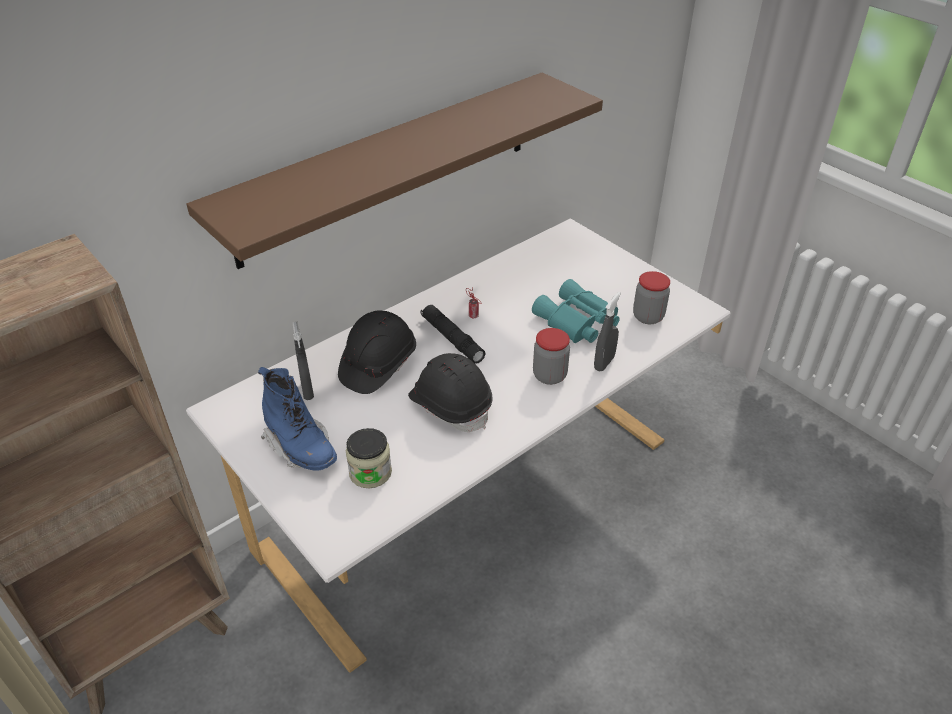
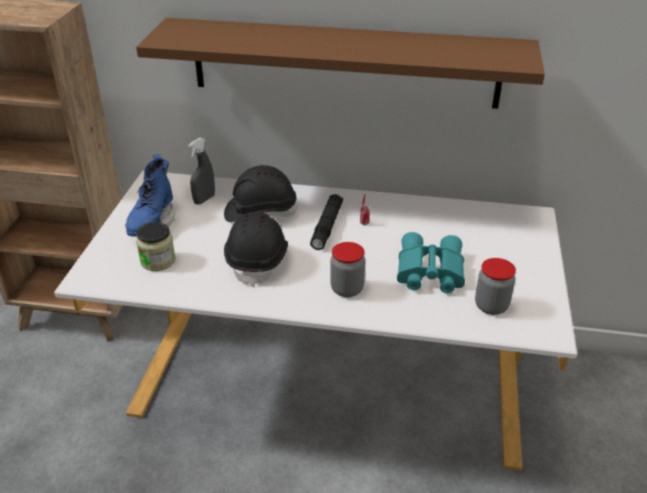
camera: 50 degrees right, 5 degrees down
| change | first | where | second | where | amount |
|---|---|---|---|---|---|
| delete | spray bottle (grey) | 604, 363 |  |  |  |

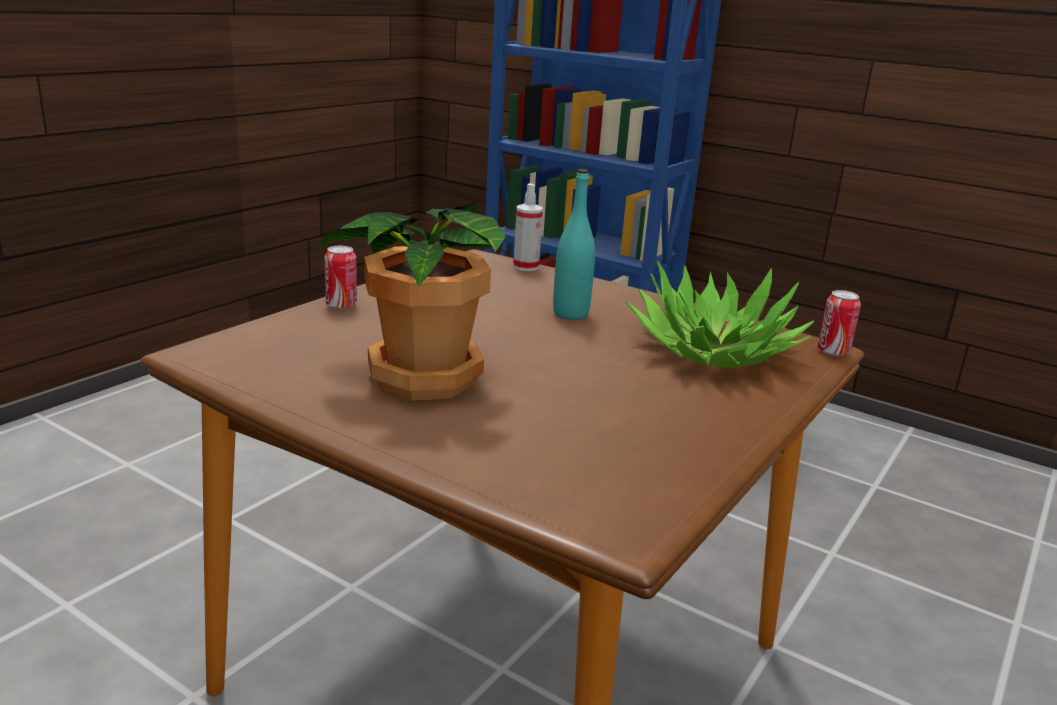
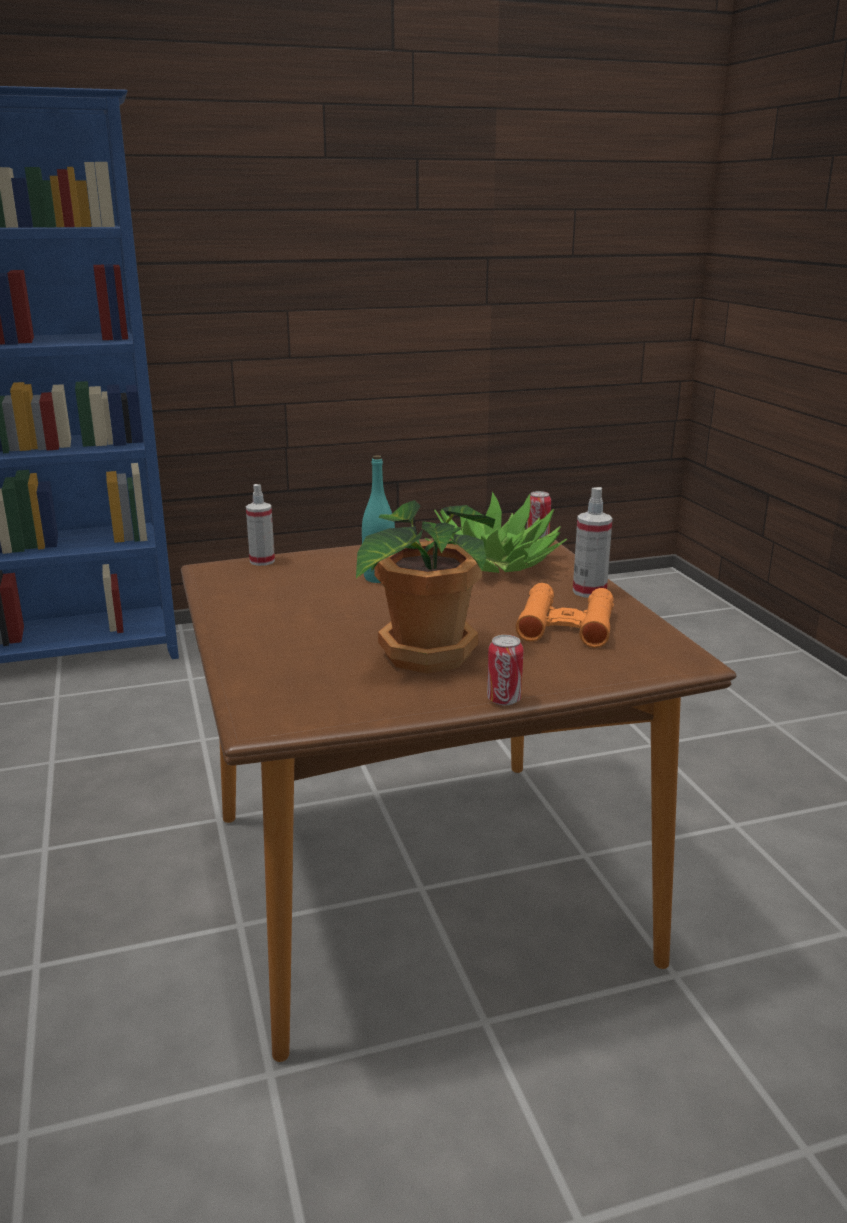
camera: 50 degrees left, 0 degrees up
| change | first | where | second | where | amount |
|---|---|---|---|---|---|
| insert |  |  | binoculars (orange) | 566, 625 |  |
| insert |  |  | spray bottle | 589, 591 |  |
| move | can | 341, 305 |  | 504, 700 |  |

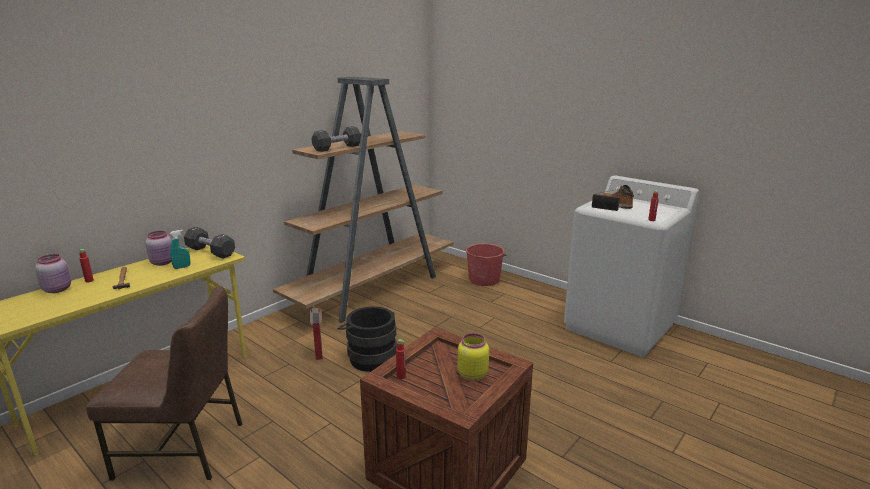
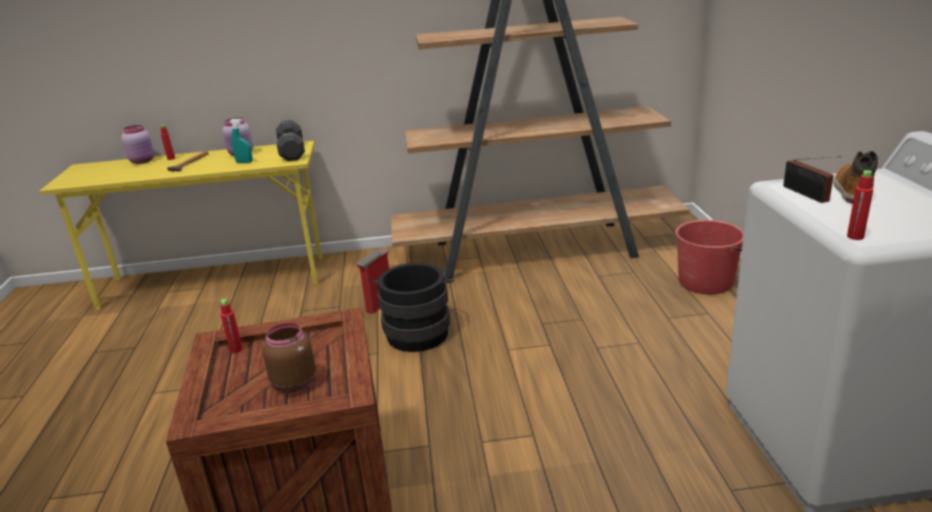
camera: 45 degrees right, 5 degrees up
| change | first | where | second | where | amount |
|---|---|---|---|---|---|
| delete | chair (brown) | 183, 449 |  |  |  |
| delete | dumbbell (black) | 337, 148 |  |  |  |
| recolor | jar (yellow) | 471, 375 | jar (brown) | 294, 383 |  |

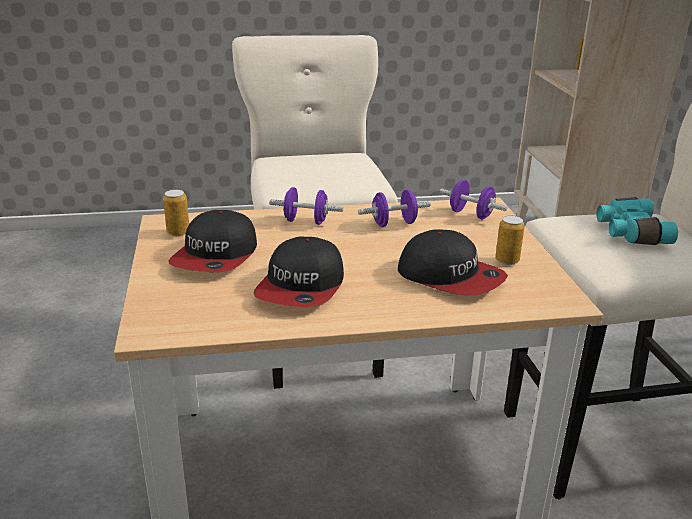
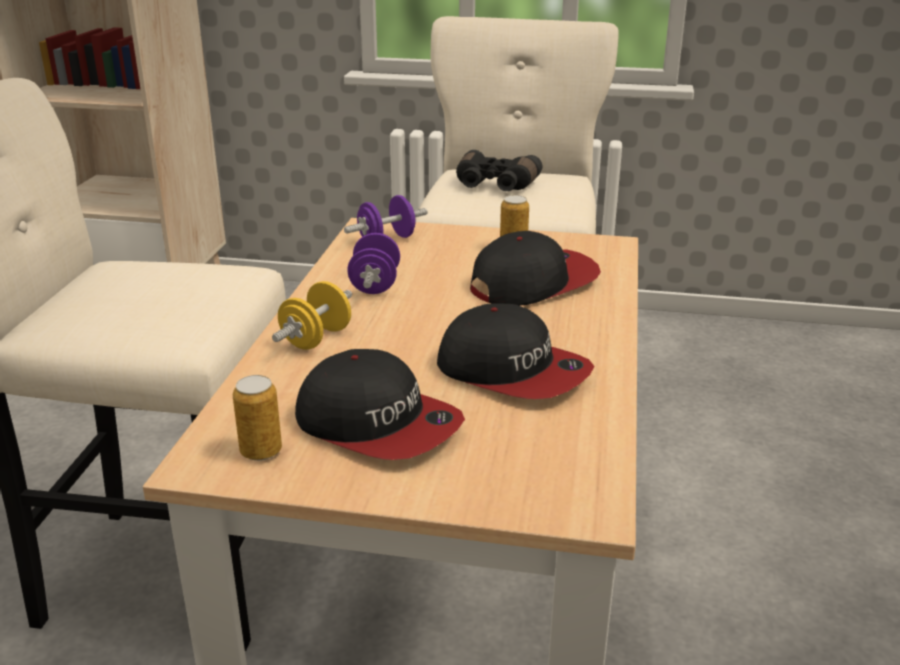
camera: 70 degrees left, 0 degrees up
| change | first | where | second | where | amount |
|---|---|---|---|---|---|
| recolor | dumbbell (purple) | 306, 221 | dumbbell (yellow) | 316, 339 |  |
| recolor | binoculars (turquoise) | 629, 232 | binoculars (black) | 494, 185 |  |

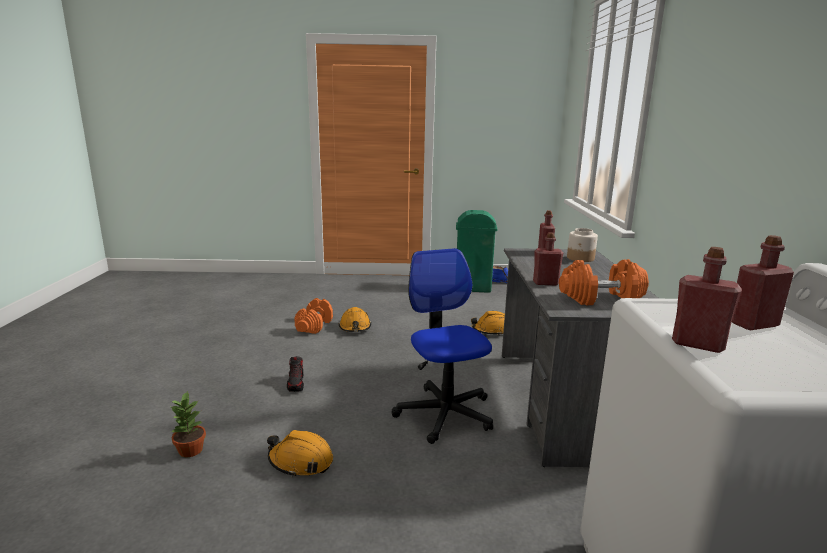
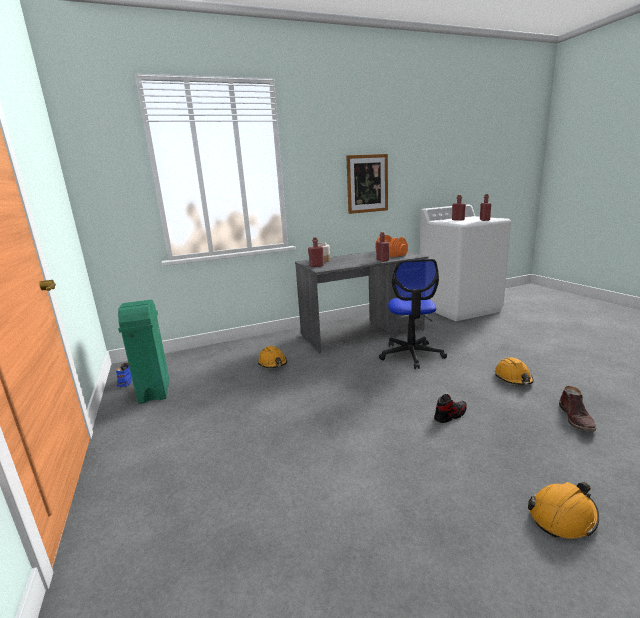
camera: 110 degrees left, 0 degrees up
| change | first | where | second | where | amount |
|---|---|---|---|---|---|
| delete | dumbbell (orange) | 314, 326 |  |  |  |
| insert |  |  | picture | 367, 183 |  |
| move | hard hat (orange) | 355, 327 |  | 563, 516 |  |
| replace | potted plant | 190, 450 | boot (brown) | 576, 419 |  |
| rotate | office chair | 445, 414 |  | 411, 355 | 45 degrees counterclockwise |

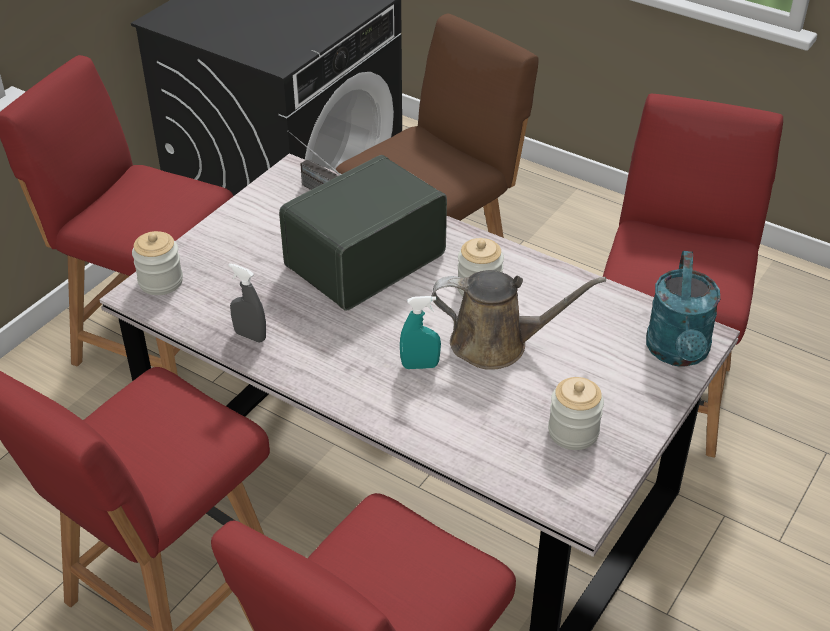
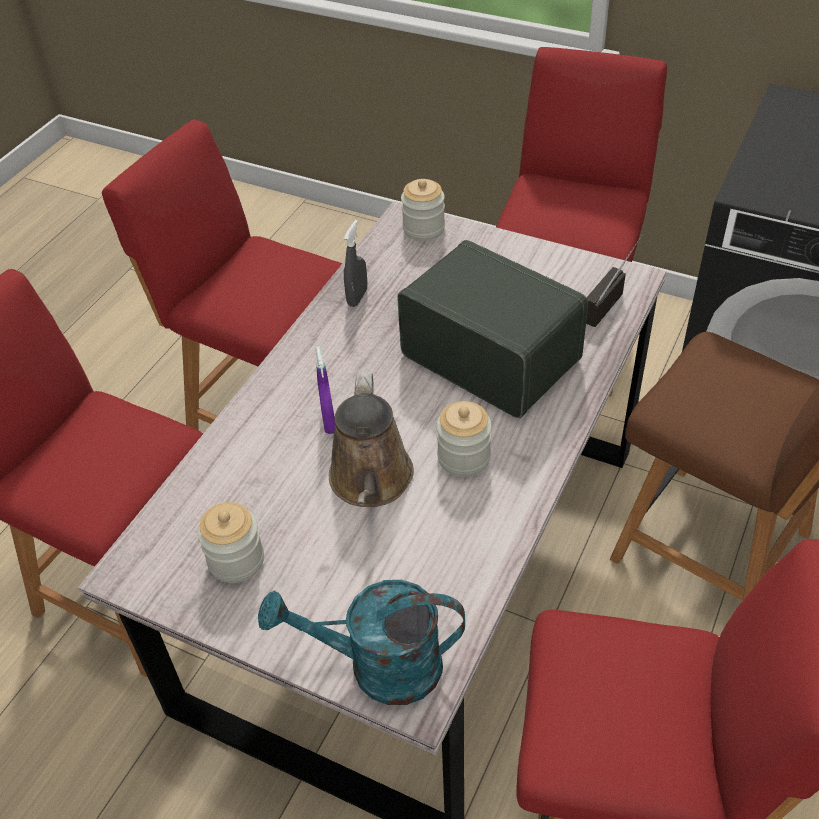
camera: 85 degrees right, 5 degrees up
| change | first | where | second | where | amount |
|---|---|---|---|---|---|
| recolor | spray bottle (turquoise) | 420, 366 | spray bottle (purple) | 329, 422 |  |

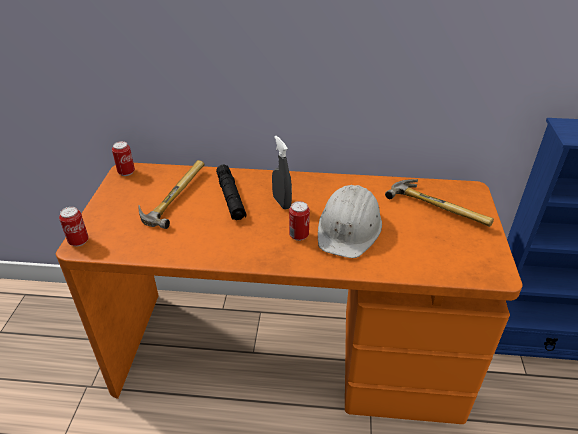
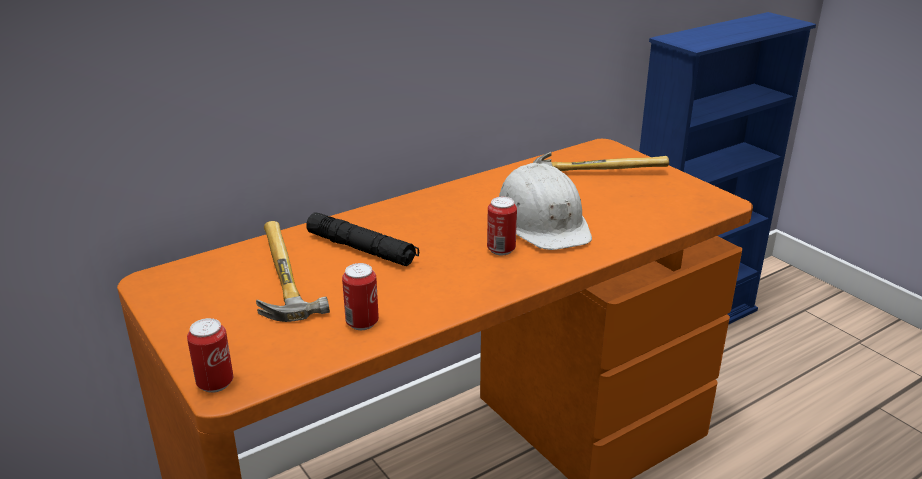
camera: 40 degrees left, 10 degrees down
| change | first | where | second | where | amount |
|---|---|---|---|---|---|
| delete | spray bottle (grey) | 281, 202 |  |  |  |
| move | can | 126, 172 |  | 362, 323 |  |

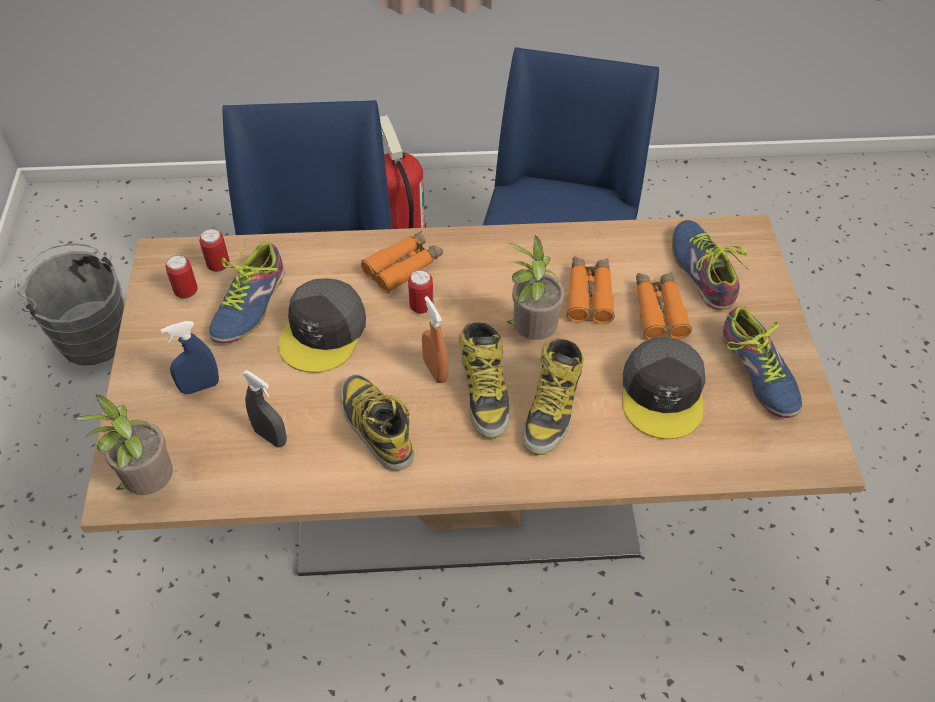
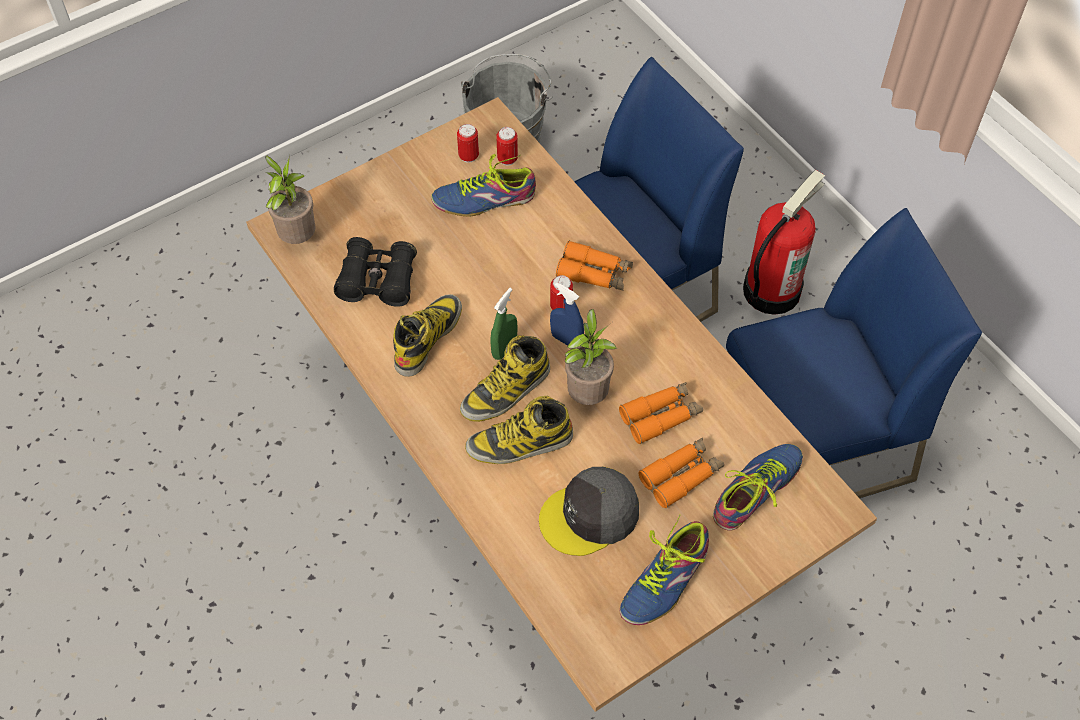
camera: 60 degrees right, 5 degrees up
| change | first | where | second | where | amount |
|---|---|---|---|---|---|
| delete | cap (grey) | 323, 332 |  |  |  |
| move | spray bottle (blue) | 200, 386 |  | 566, 340 |  |
| replace | spray bottle (grey) | 270, 436 | binoculars (black) | 378, 281 |  |
| recolor | spray bottle (orange) | 435, 370 | spray bottle (green) | 504, 348 |  |

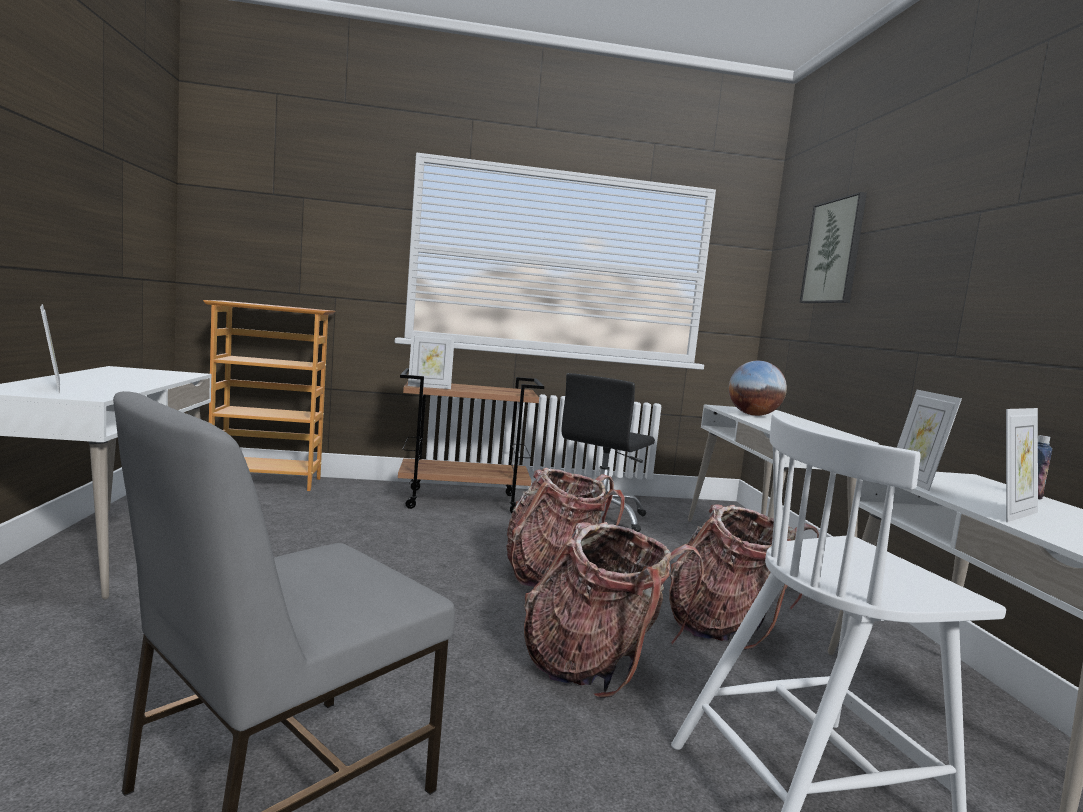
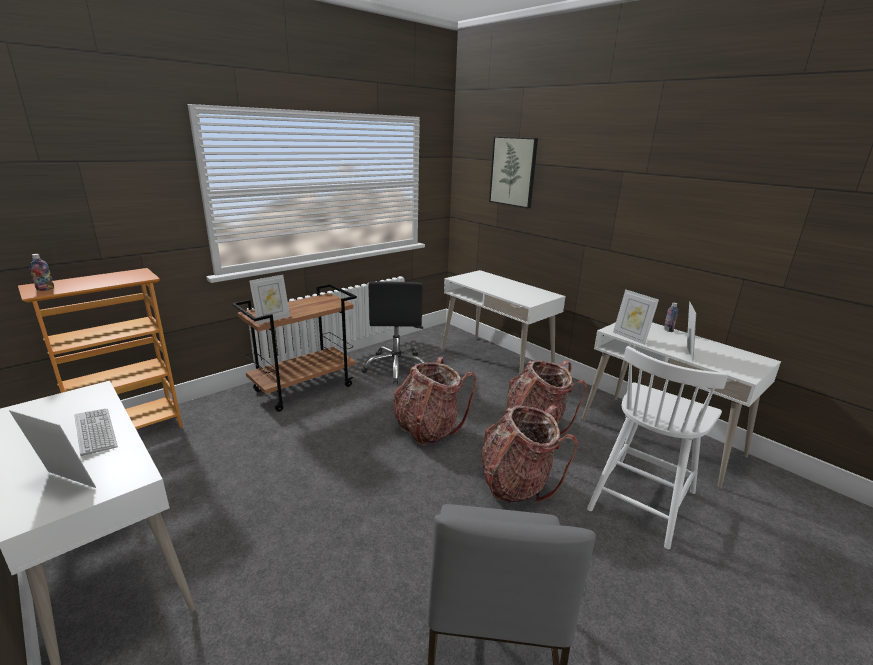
camera: 35 degrees left, 15 degrees up
| change | first | where | second | where | amount |
|---|---|---|---|---|---|
| delete | globe | 753, 415 |  |  |  |
| insert |  |  | bottle | 45, 289 |  |
| insert |  |  | keyboard | 95, 432 |  |

